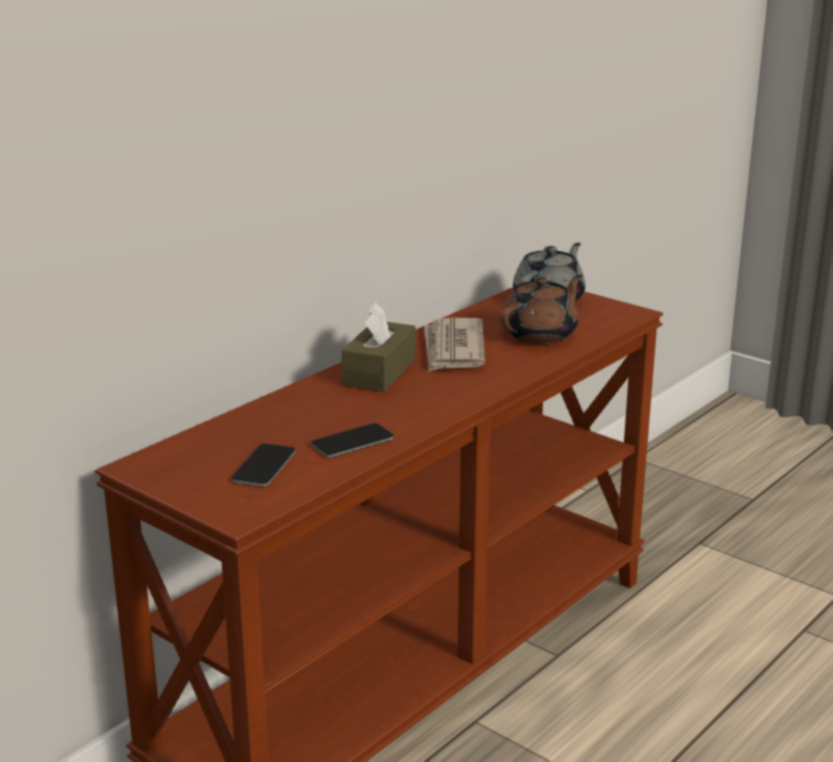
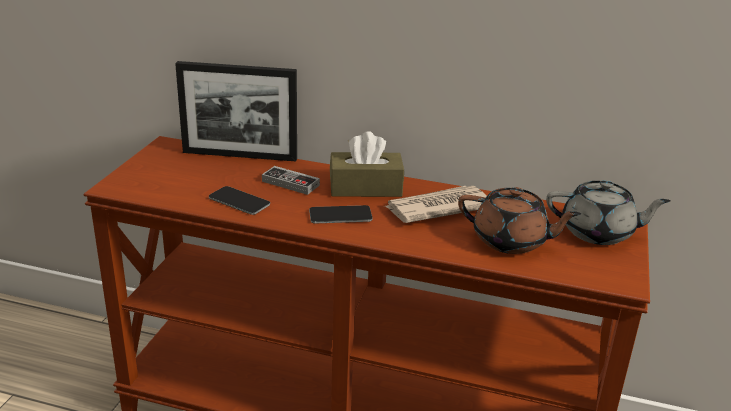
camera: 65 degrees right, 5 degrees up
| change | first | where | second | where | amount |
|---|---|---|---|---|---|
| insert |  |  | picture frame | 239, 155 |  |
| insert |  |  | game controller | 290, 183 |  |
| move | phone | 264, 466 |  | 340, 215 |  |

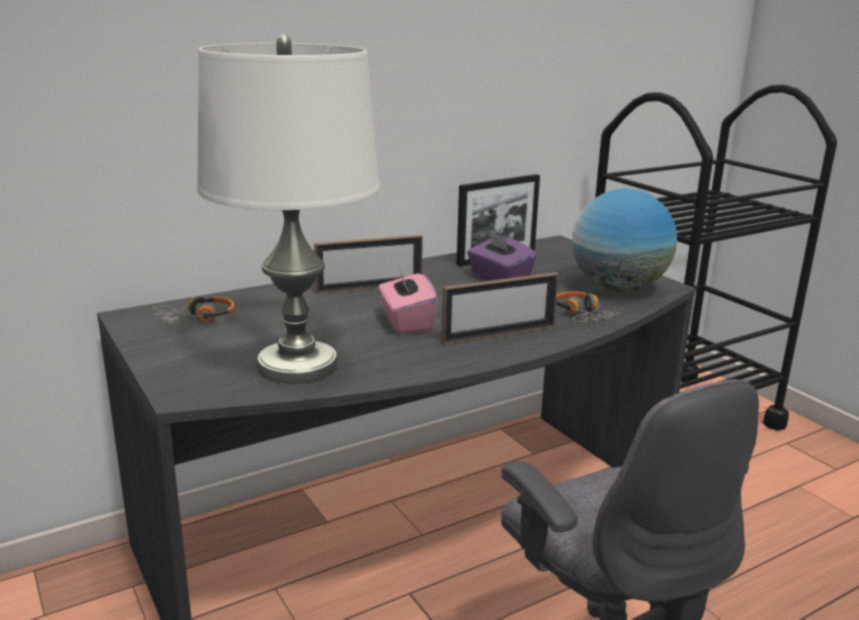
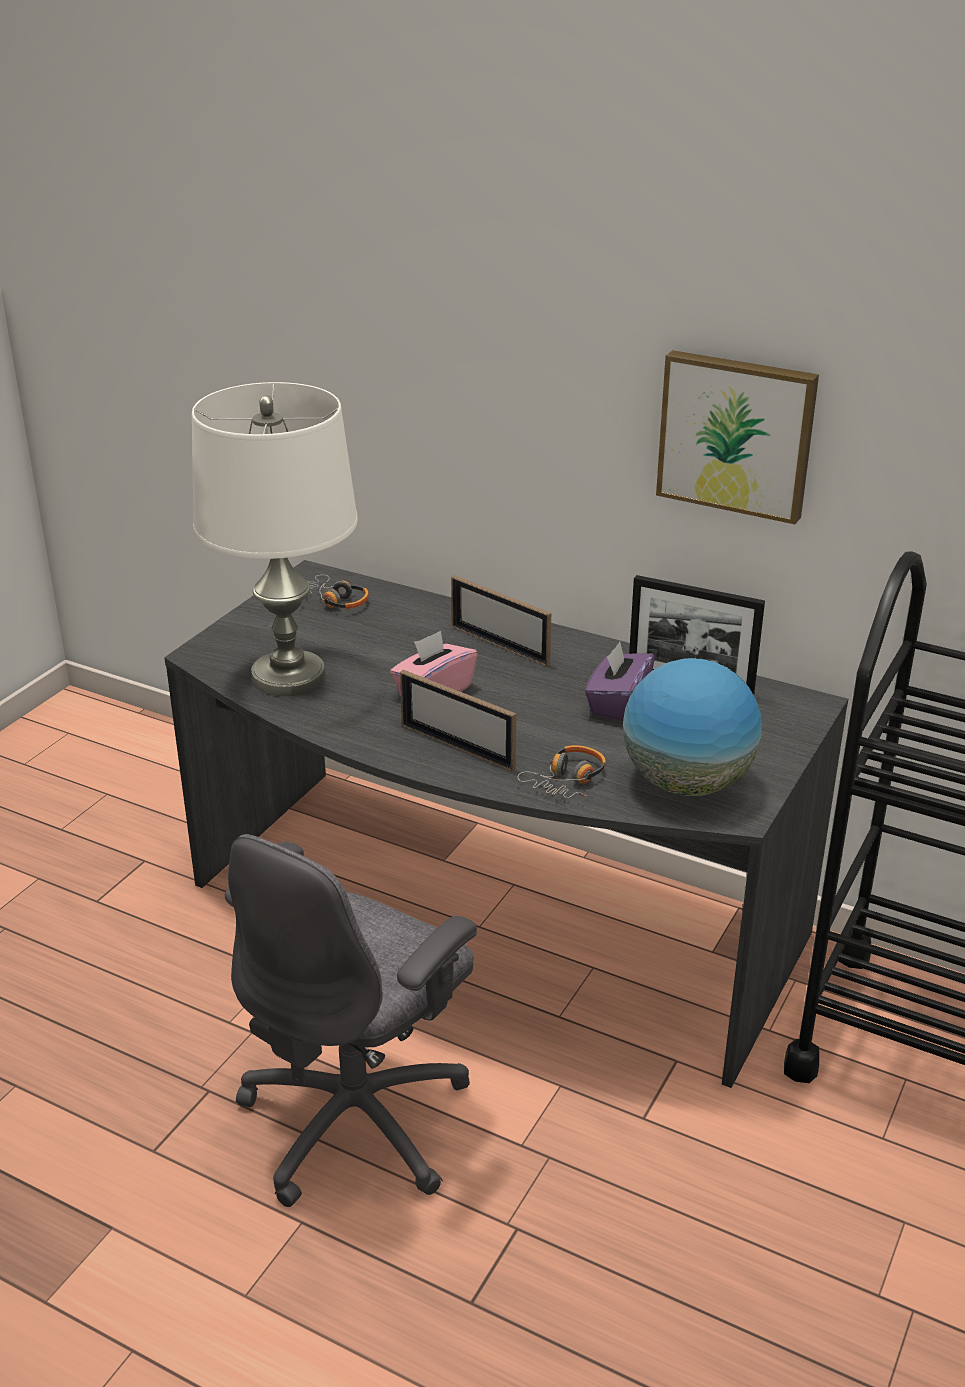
camera: 60 degrees right, 10 degrees up
| change | first | where | second | where | amount |
|---|---|---|---|---|---|
| insert |  |  | picture | 737, 434 |  |

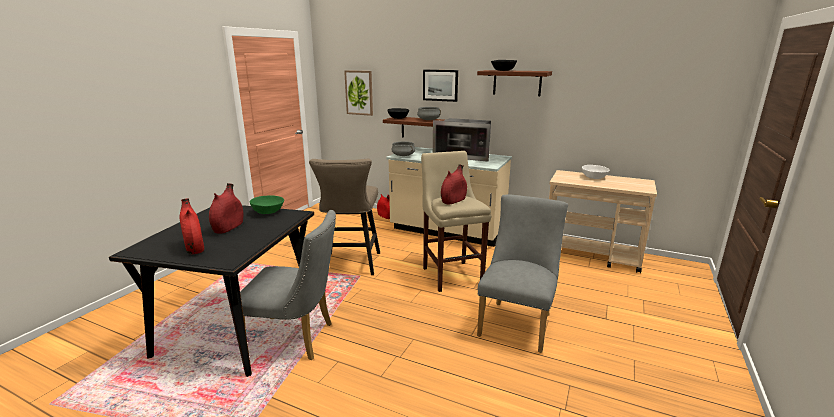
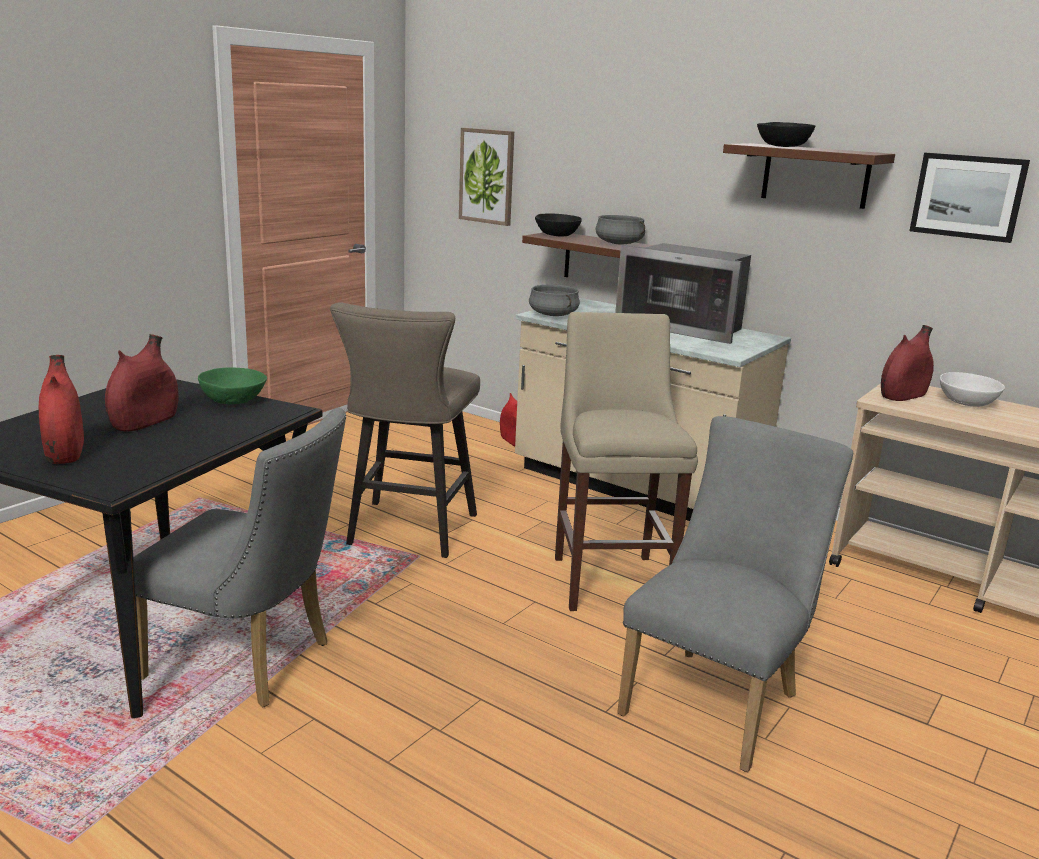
camera: 10 degrees right, 0 degrees up
| change | first | where | second | where | amount |
|---|---|---|---|---|---|
| move | picture | 440, 85 |  | 968, 196 |  |
| move | vase (red) | 453, 201 |  | 902, 396 |  |

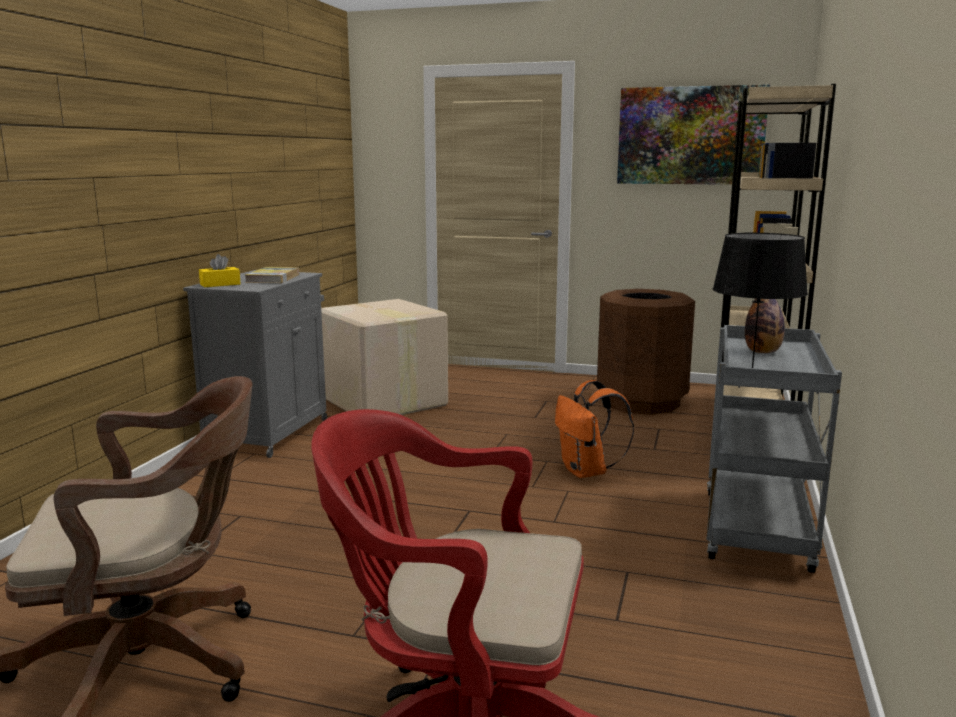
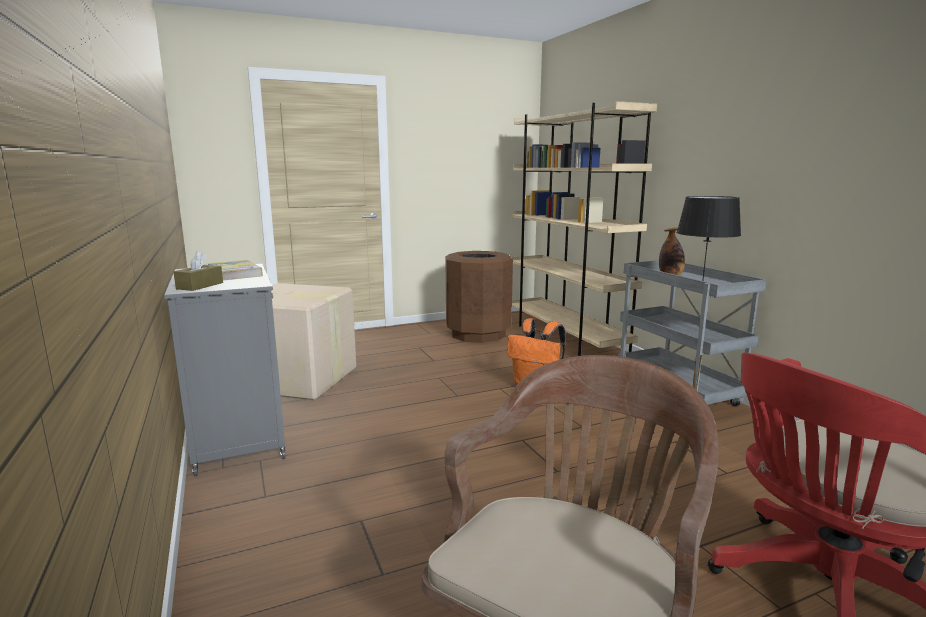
camera: 40 degrees left, 0 degrees up
| change | first | where | second | where | amount |
|---|---|---|---|---|---|
| delete | picture | 690, 136 |  |  |  |
| recolor | tissue box (yellow) | 220, 284 | tissue box (brown) | 200, 286 |  |

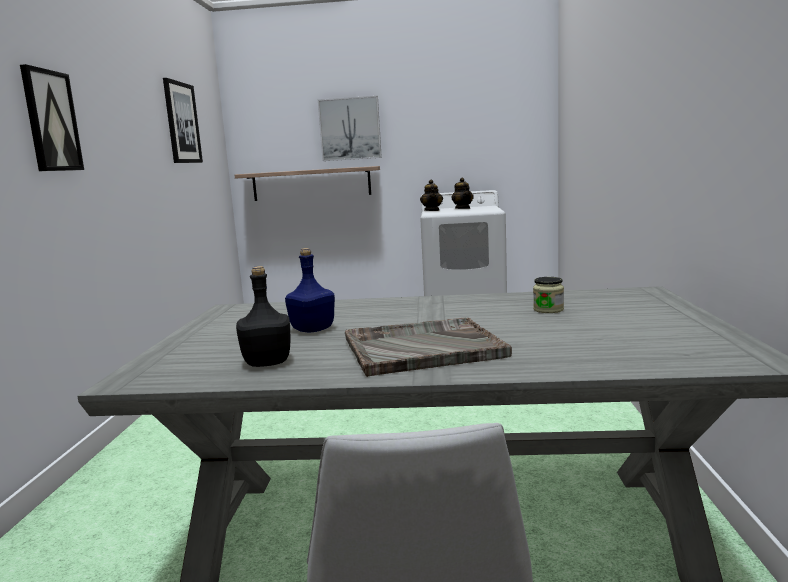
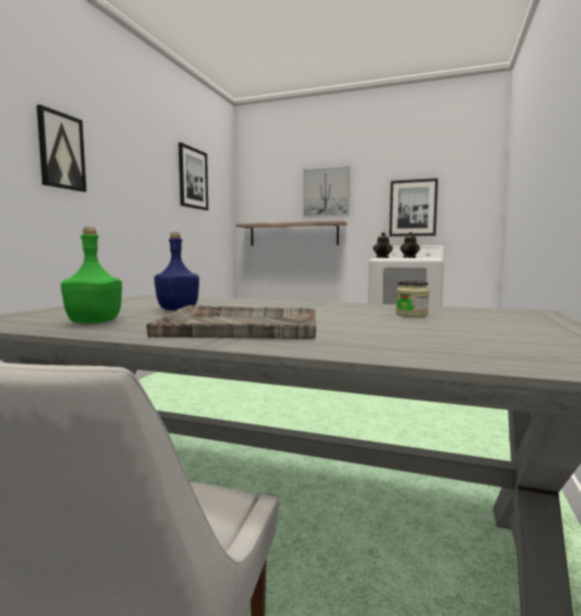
camera: 15 degrees right, 5 degrees down
| change | first | where | second | where | amount |
|---|---|---|---|---|---|
| insert |  |  | picture | 413, 208 |  |
| recolor | bottle (black) | 267, 363 | bottle (green) | 94, 322 |  |

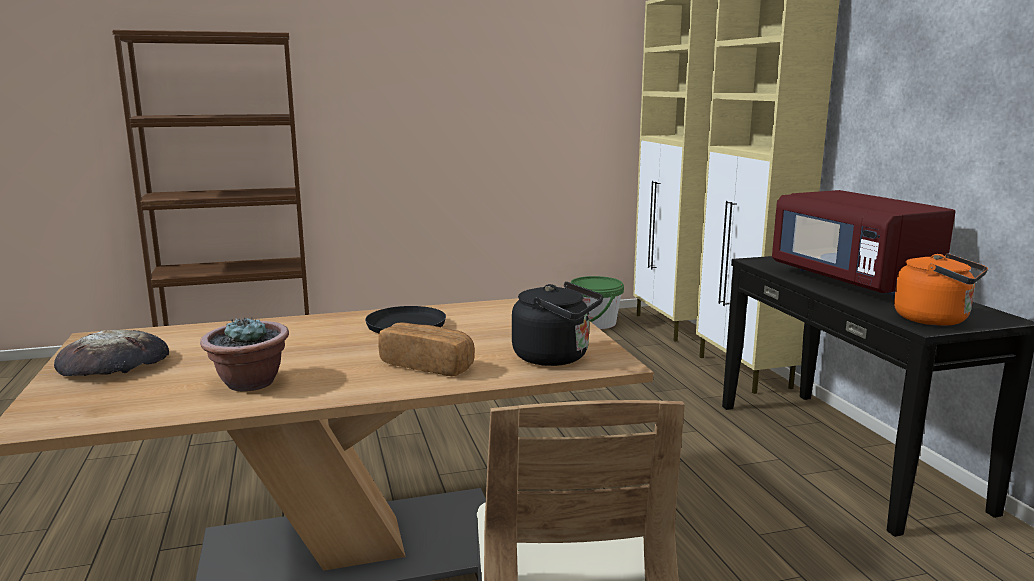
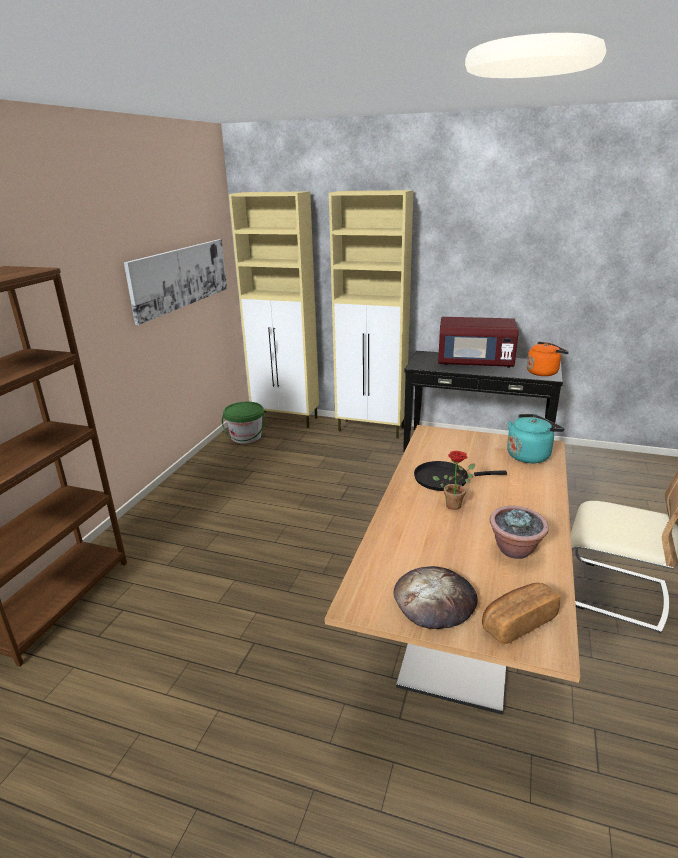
camera: 55 degrees left, 10 degrees up
| change | first | where | second | where | amount |
|---|---|---|---|---|---|
| insert |  |  | picture | 181, 277 |  |
| insert |  |  | potted plant | 455, 504 |  |
| move | bread | 428, 365 |  | 517, 622 |  |
| recolor | kettle (black) | 556, 357 | kettle (turquoise) | 530, 455 |  |

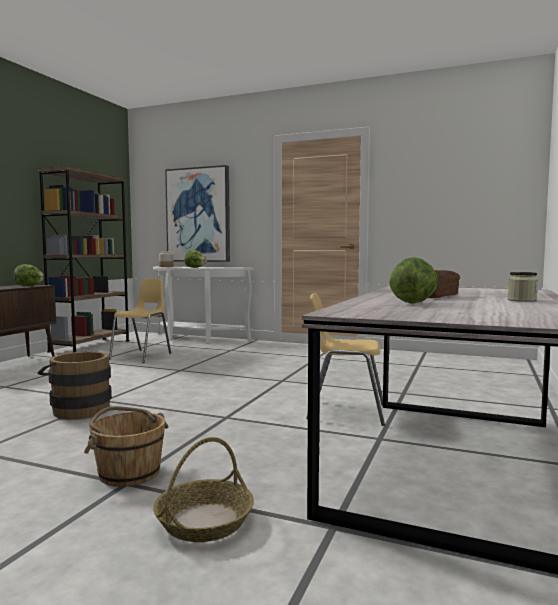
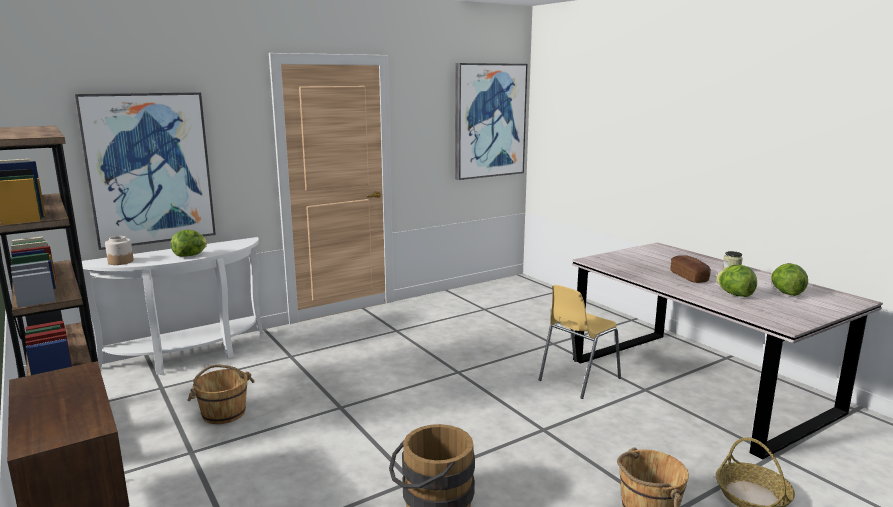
camera: 55 degrees left, 10 degrees up
| change | first | where | second | where | amount |
|---|---|---|---|---|---|
| insert |  |  | picture | 489, 120 |  |
| move | lettuce | 28, 285 |  | 786, 293 |  |
| replace | chair (yellow) | 142, 356 | bucket (brown) | 223, 413 |  |

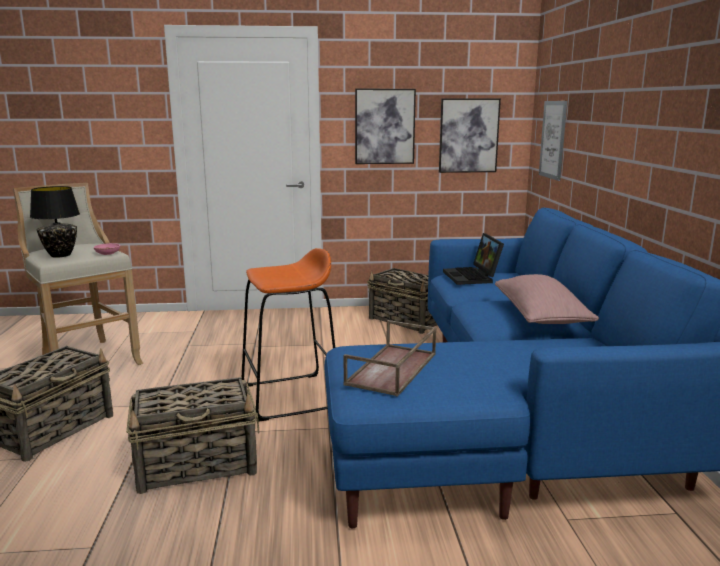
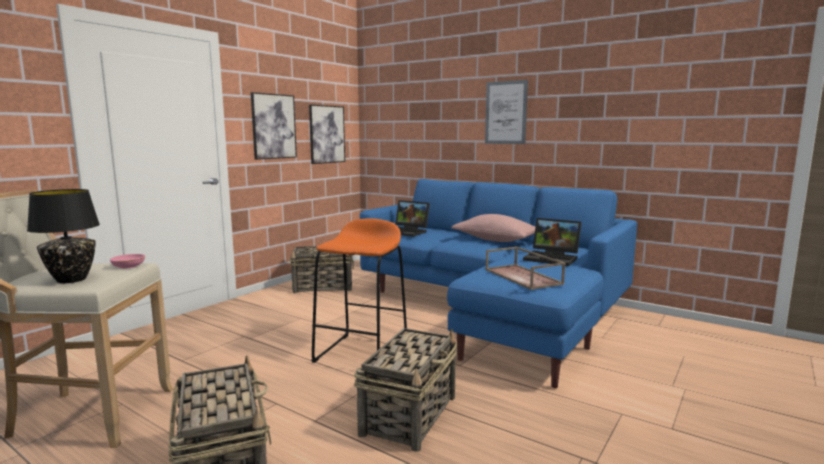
camera: 50 degrees left, 5 degrees down
| change | first | where | second | where | amount |
|---|---|---|---|---|---|
| insert |  |  | laptop | 553, 258 |  |
| move | picture | 553, 139 |  | 506, 112 |  |

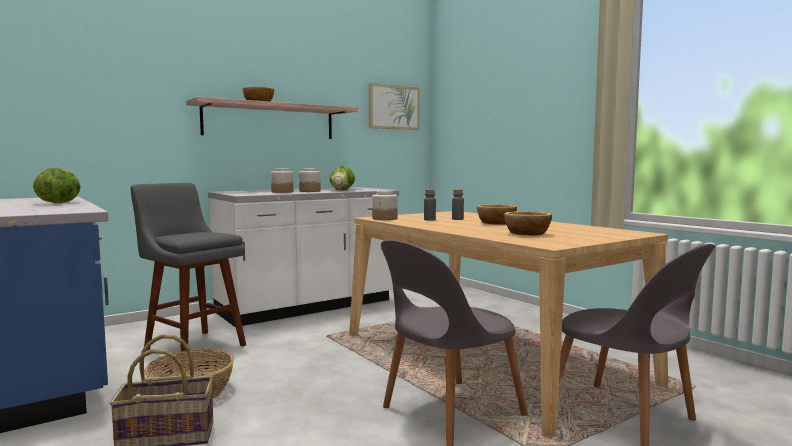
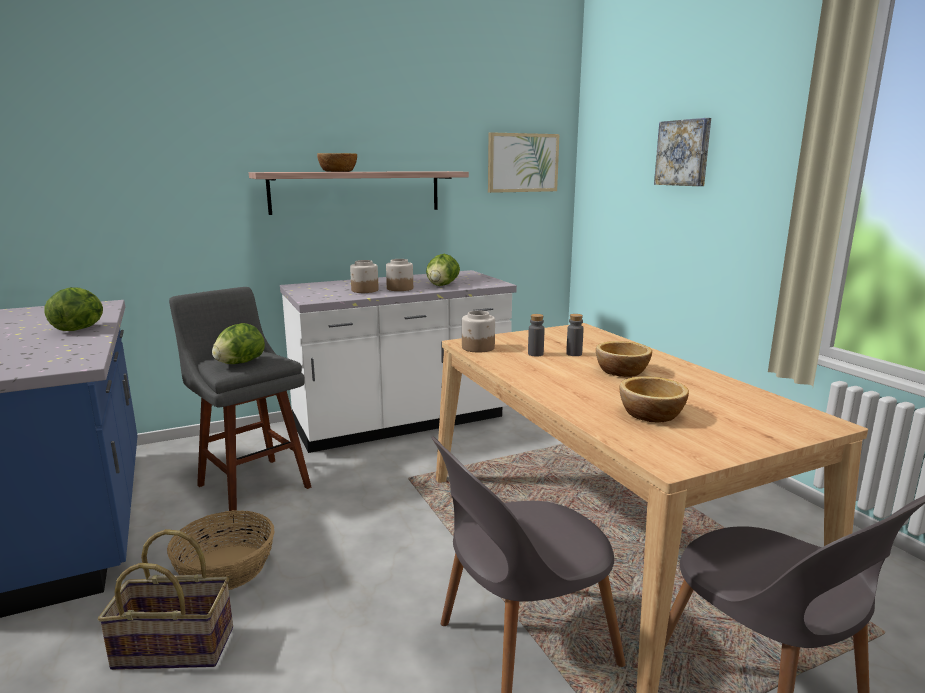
camera: 10 degrees right, 10 degrees up
| change | first | where | second | where | amount |
|---|---|---|---|---|---|
| insert |  |  | lettuce | 239, 363 |  |
| insert |  |  | picture | 684, 153 |  |

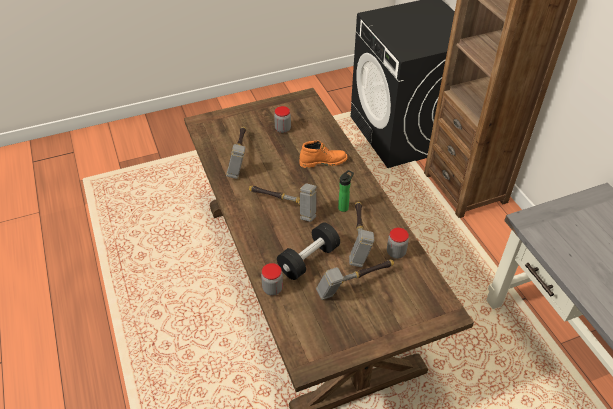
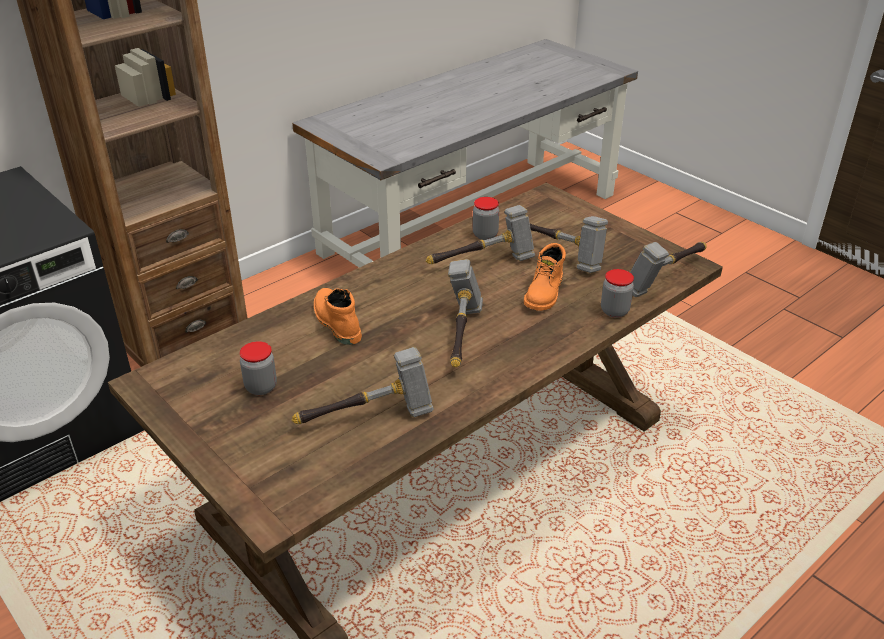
camera: 110 degrees left, 10 degrees down
| change | first | where | second | where | amount |
|---|---|---|---|---|---|
| delete | bottle | 344, 207 |  |  |  |
| insert |  |  | hammer | 665, 279 |  |
| replace | dumbbell (black) | 308, 259 | boot (orange) | 545, 294 |  |

